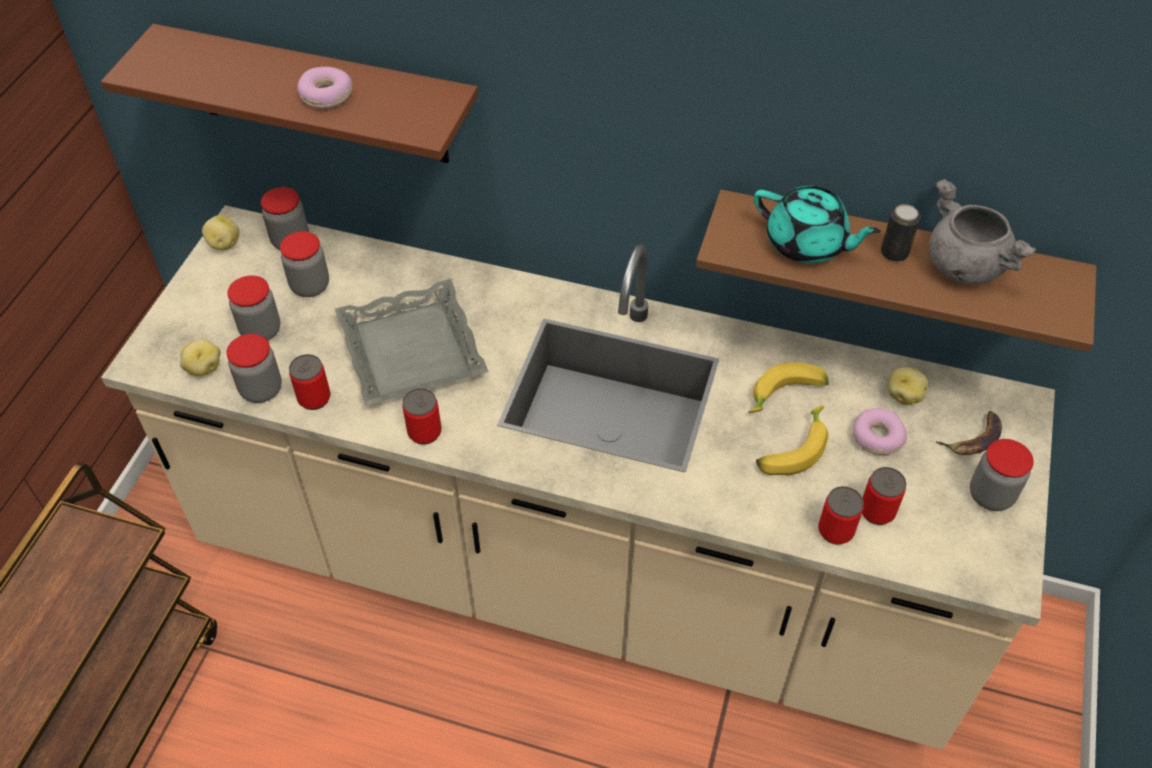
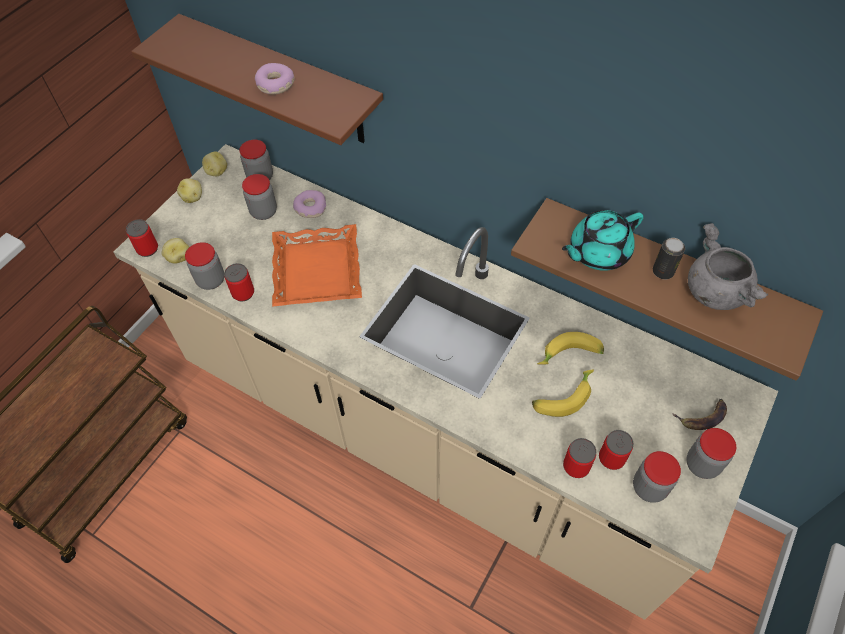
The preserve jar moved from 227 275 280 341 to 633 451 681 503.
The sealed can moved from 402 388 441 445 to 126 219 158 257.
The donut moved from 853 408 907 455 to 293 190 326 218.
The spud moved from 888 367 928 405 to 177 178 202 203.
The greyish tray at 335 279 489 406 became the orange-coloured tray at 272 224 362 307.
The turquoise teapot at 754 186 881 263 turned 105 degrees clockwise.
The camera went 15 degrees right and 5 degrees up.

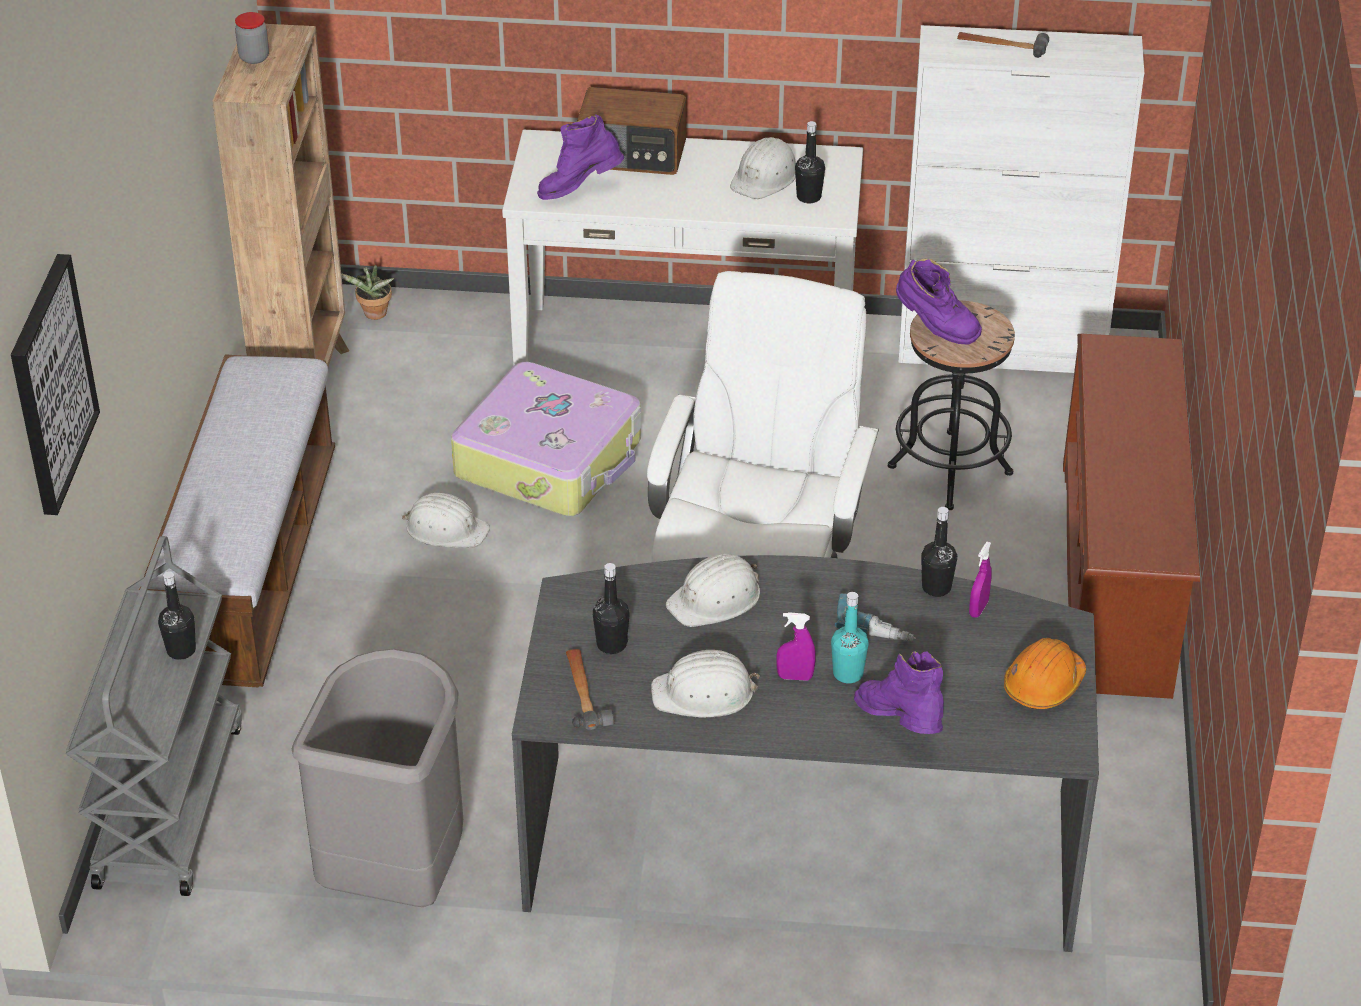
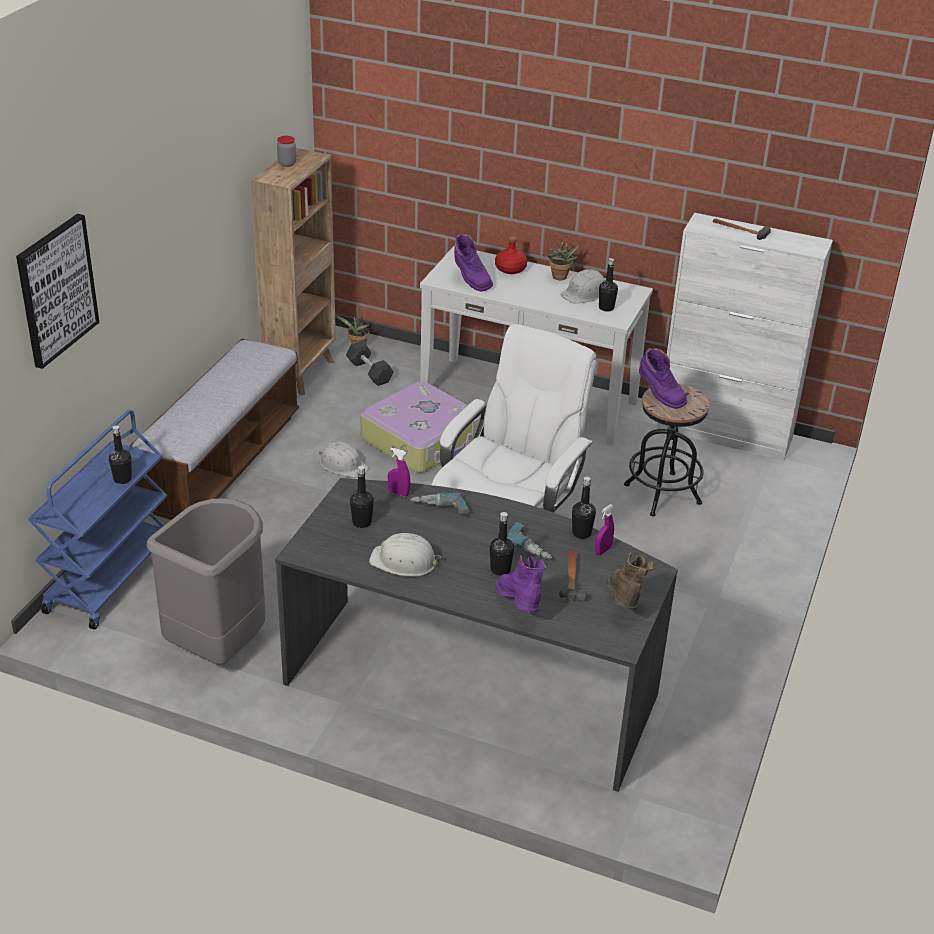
The brownish shoe rack at 1063 333 1200 699 disappeared.
The greyish dumbbell at 346 341 394 386 appeared.
The potted plant at 547 241 580 280 appeared.
The tool hammer moved from 566 649 614 730 to 559 551 587 601.
The purplish spray bottle moved from 776 612 816 681 to 388 448 410 496.
The radio at 577 87 686 175 was replaced by the red-coloured beverage bottle at 495 236 527 274.
The whitish work helmet at 666 553 760 627 was replaced by the drill at 410 493 469 516.
The orange-coloured work helmet at 1004 638 1086 710 was replaced by the brownish high-top boot at 607 553 654 610.
The greyish cart at 66 536 242 896 became the blue cart at 28 410 167 629.
The turquoise beverage bottle at 831 592 869 683 became the black beverage bottle at 490 512 514 576.
The purplish high-top boot at 537 114 624 200 turned 120 degrees counterclockwise.
The camera went 15 degrees right and 5 degrees down.

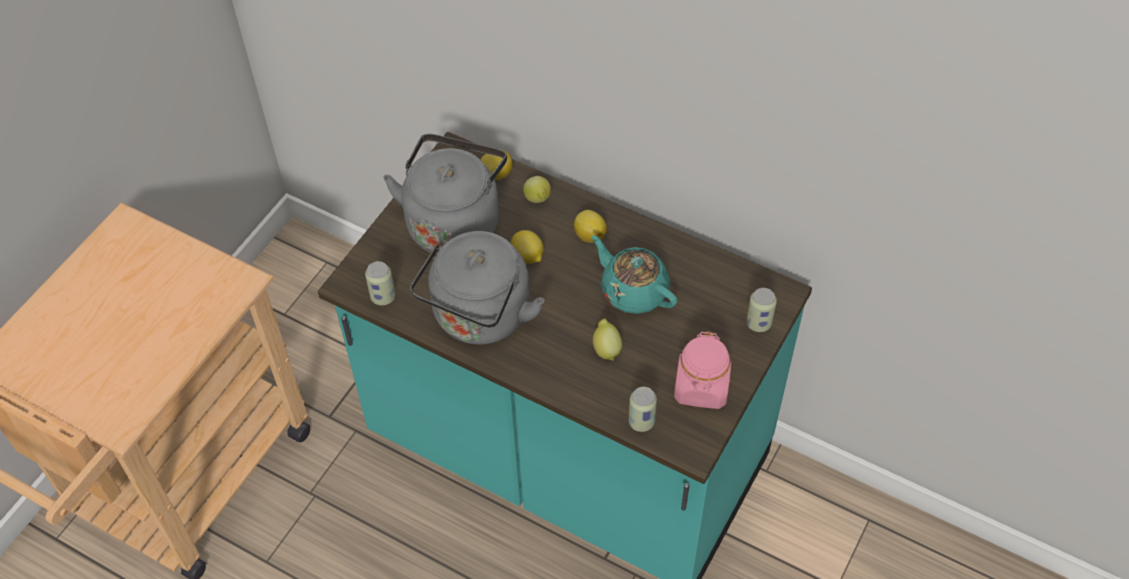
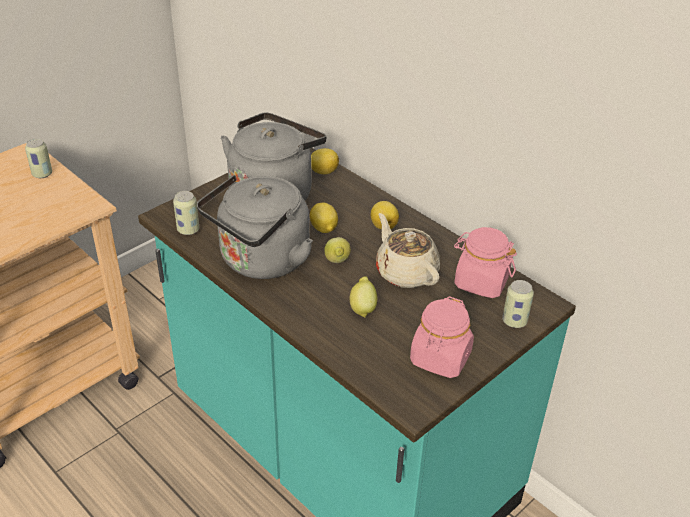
The pink-coloured preserve jar at 454 227 517 298 appeared.
The citrus fruit moved from 523 176 551 203 to 324 237 351 263.
The sealed can moved from 629 387 657 432 to 25 139 52 178.
The turquoise teapot at 592 235 678 314 became the sand-coloured teapot at 376 213 440 288.
The camera went 15 degrees right and 15 degrees down.

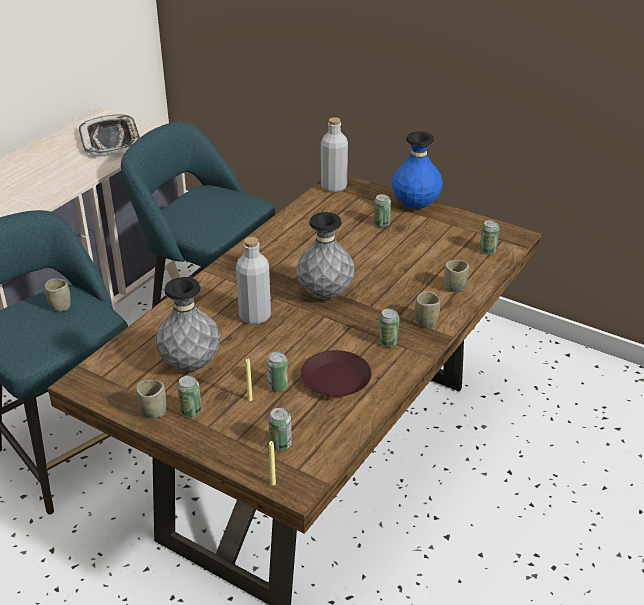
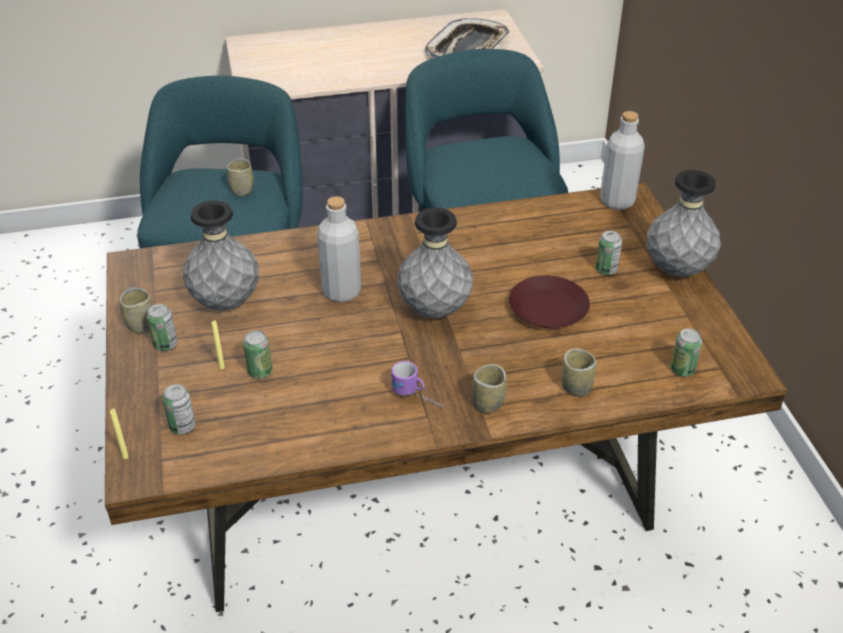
The brownish flat dish moved from 301 350 372 397 to 509 276 590 328.
The sealed can at 379 309 399 347 was replaced by the tea mug at 392 361 444 408.
The blue vase at 392 131 443 209 became the greyish vase at 647 170 721 277.
The camera went 45 degrees right and 5 degrees up.

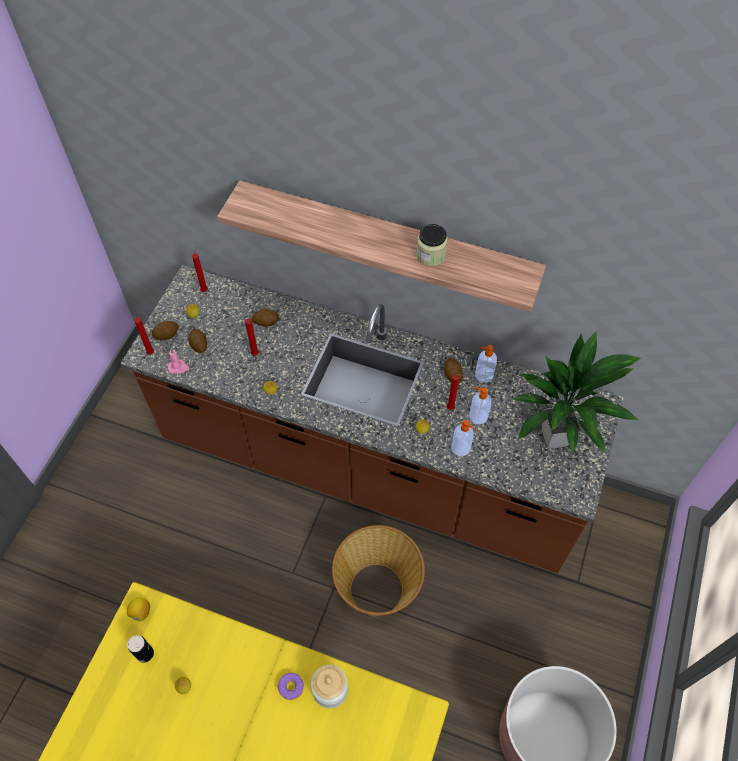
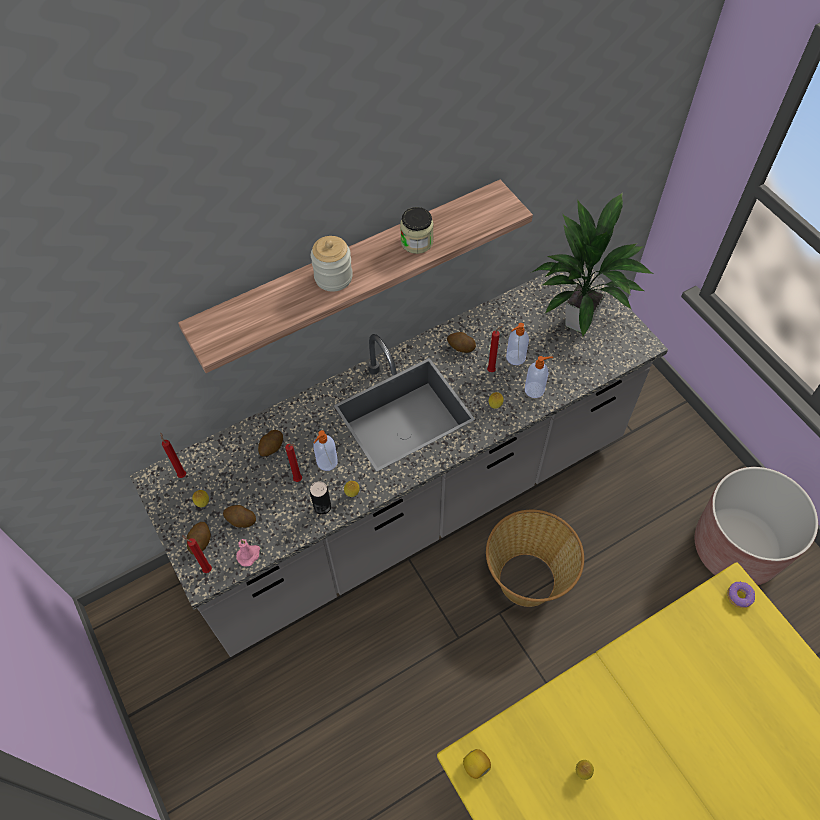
The sealed can moved from 127 635 154 663 to 310 481 331 515.
The donut moved from 278 673 304 700 to 727 582 755 608.
The preserve jar moved from 311 665 348 708 to 311 236 353 292.
The soap dispenser moved from 475 345 497 383 to 313 430 338 471.
The brownish counter at 120 265 624 573 became the greyish counter at 130 262 668 657.
The camera went 50 degrees left and 0 degrees up.

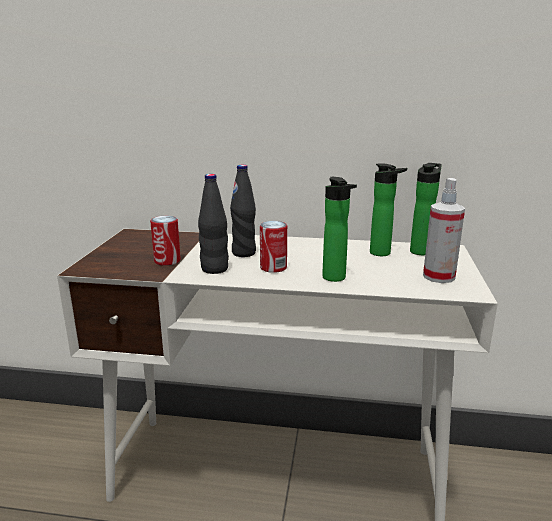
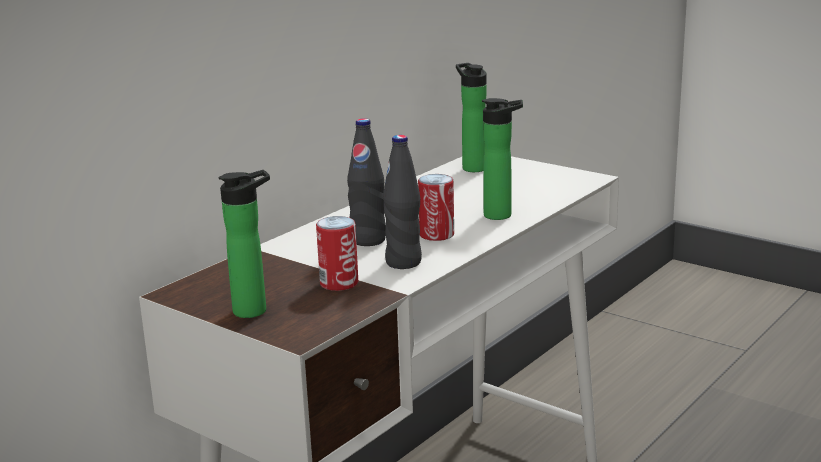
The spray bottle at 423 178 465 283 disappeared.
The beverage bottle moved from 370 164 407 256 to 218 170 270 318.
The camera went 60 degrees left and 0 degrees up.

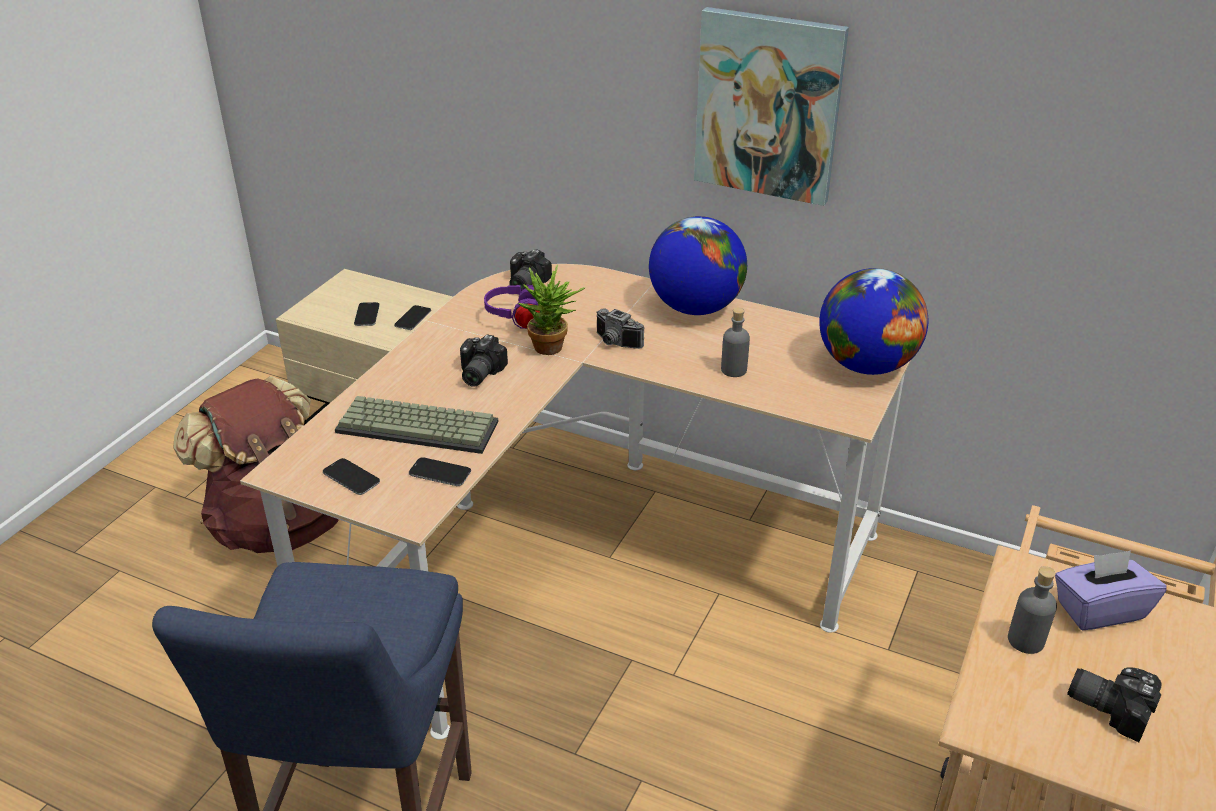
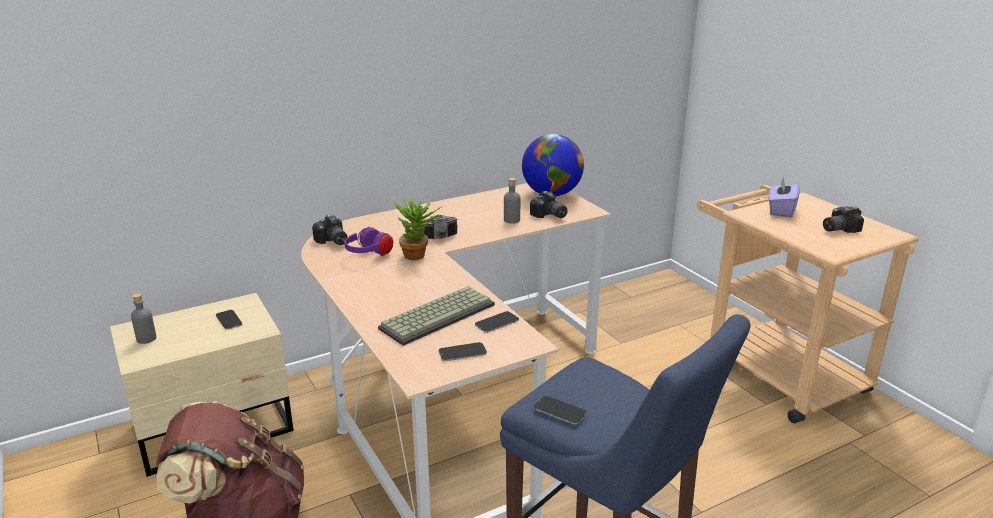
The globe at 649 216 747 315 disappeared.
The wall picture at 694 7 849 206 disappeared.
The handset moved from 354 302 380 326 to 533 396 587 424.
The photo camera moved from 460 334 508 387 to 530 191 568 218.
The greyish beverage bottle moved from 1008 566 1057 654 to 131 293 156 344.
The camera went 55 degrees left and 10 degrees down.

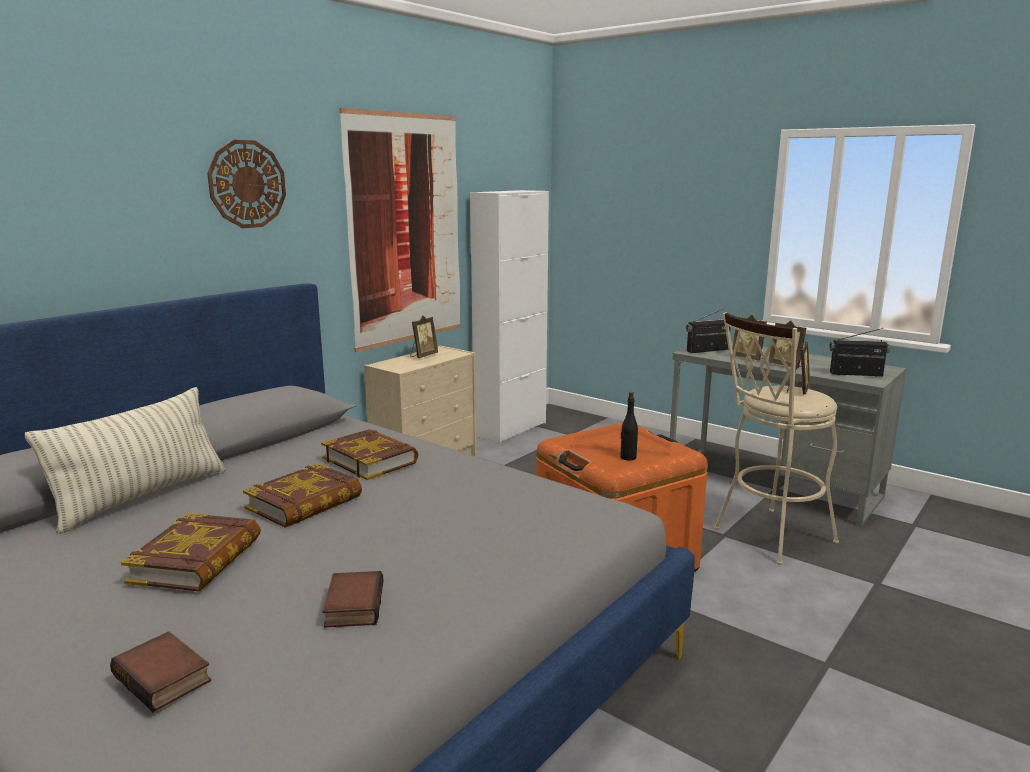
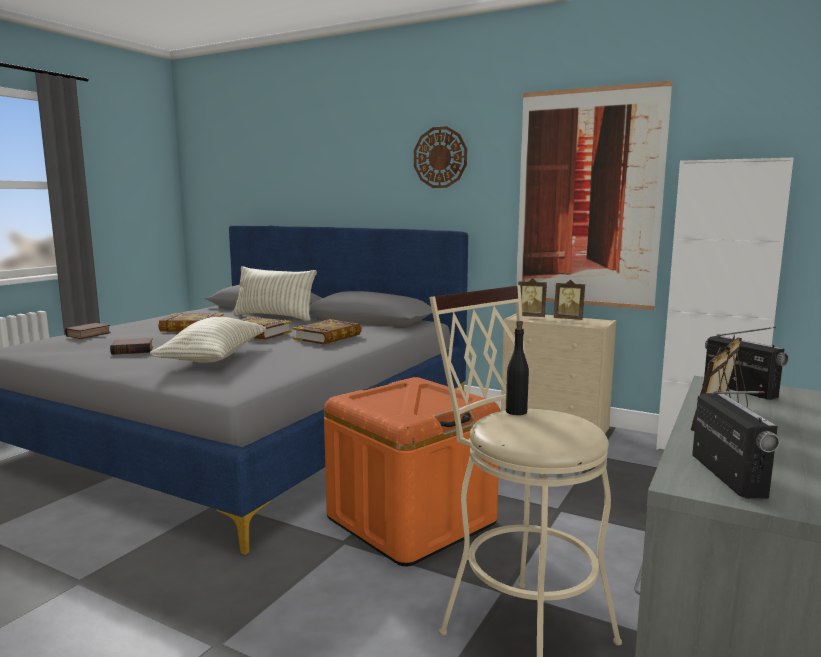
The throw pillow at 150 317 266 363 appeared.
The black beverage bottle moved from 620 392 638 461 to 506 321 529 415.
The picture frame moved from 787 341 810 394 to 518 278 547 317.
The camera went 80 degrees right and 5 degrees down.

